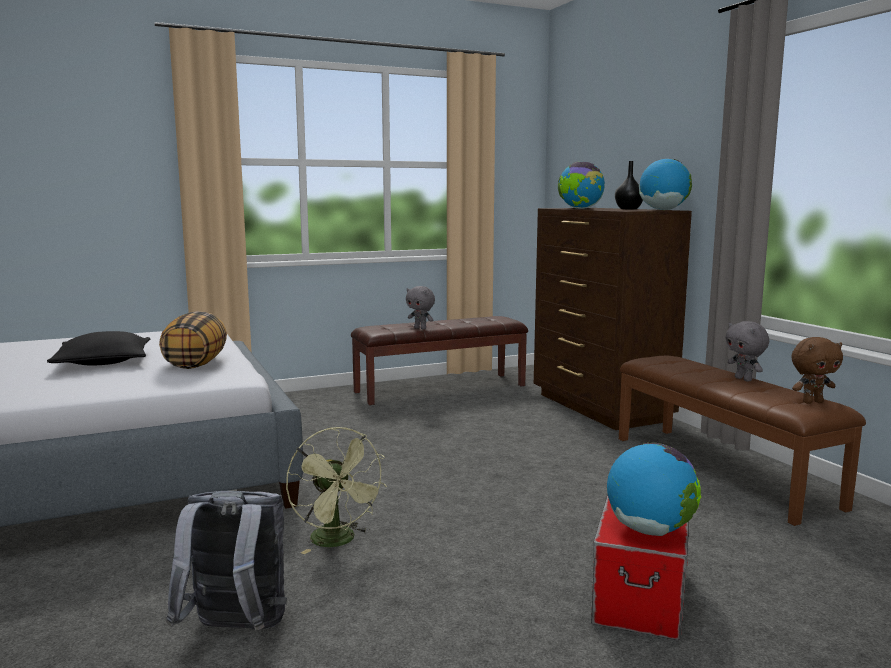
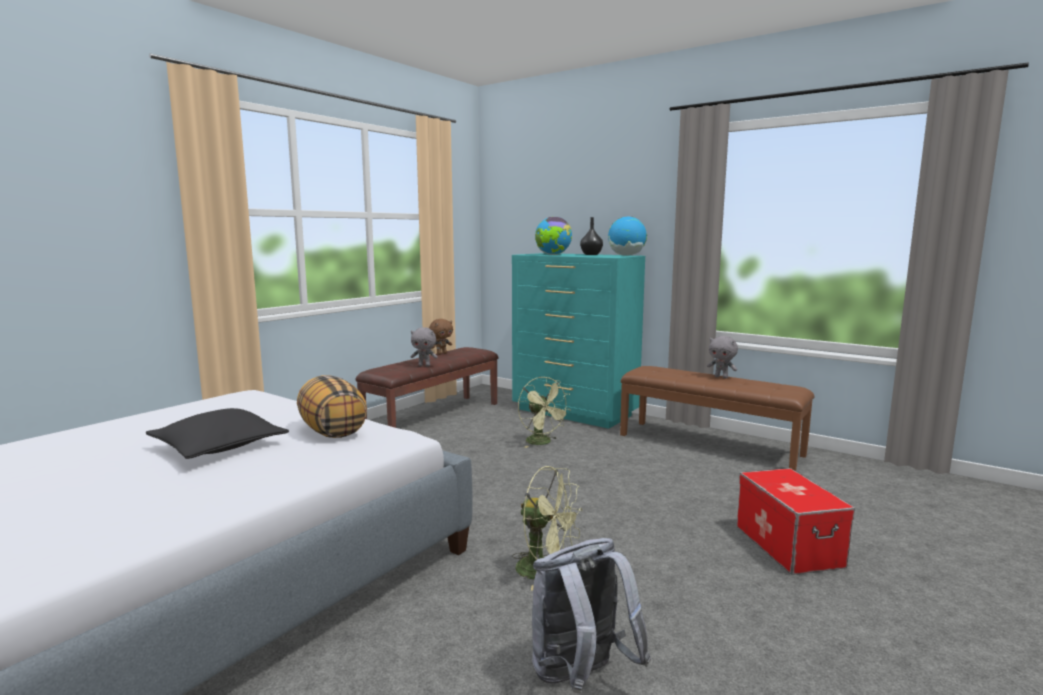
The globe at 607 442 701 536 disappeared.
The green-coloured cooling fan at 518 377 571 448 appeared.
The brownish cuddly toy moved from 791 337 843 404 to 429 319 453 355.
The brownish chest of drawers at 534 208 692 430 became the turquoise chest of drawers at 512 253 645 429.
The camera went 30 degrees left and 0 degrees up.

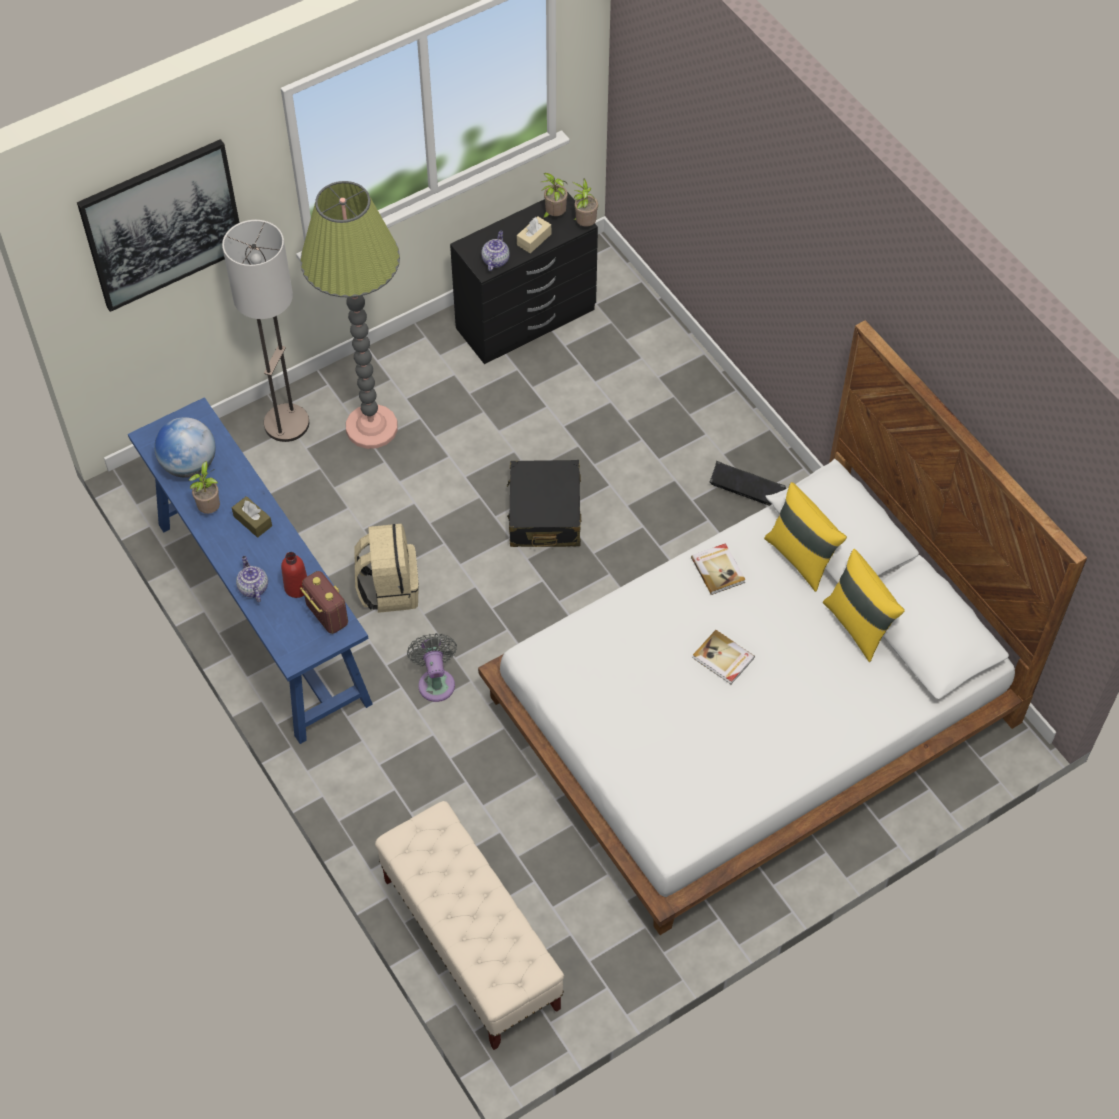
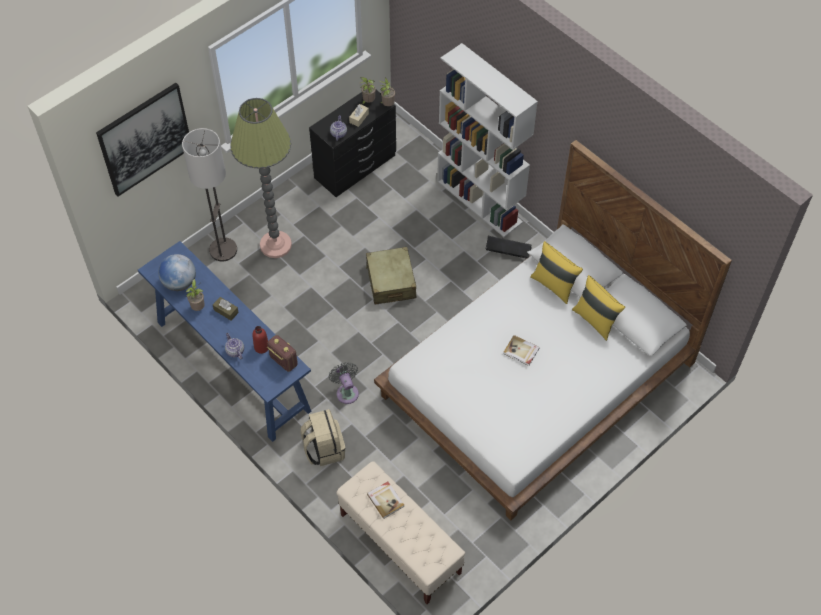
The whitish bookcase at 437 43 538 237 appeared.
The sand-coloured knapsack moved from 354 524 419 613 to 301 409 345 466.
The volume moved from 691 543 746 595 to 367 482 404 519.
The black piece of luggage at 507 460 581 547 became the sand-coloured piece of luggage at 366 247 416 304.
The camera went 10 degrees left and 0 degrees up.

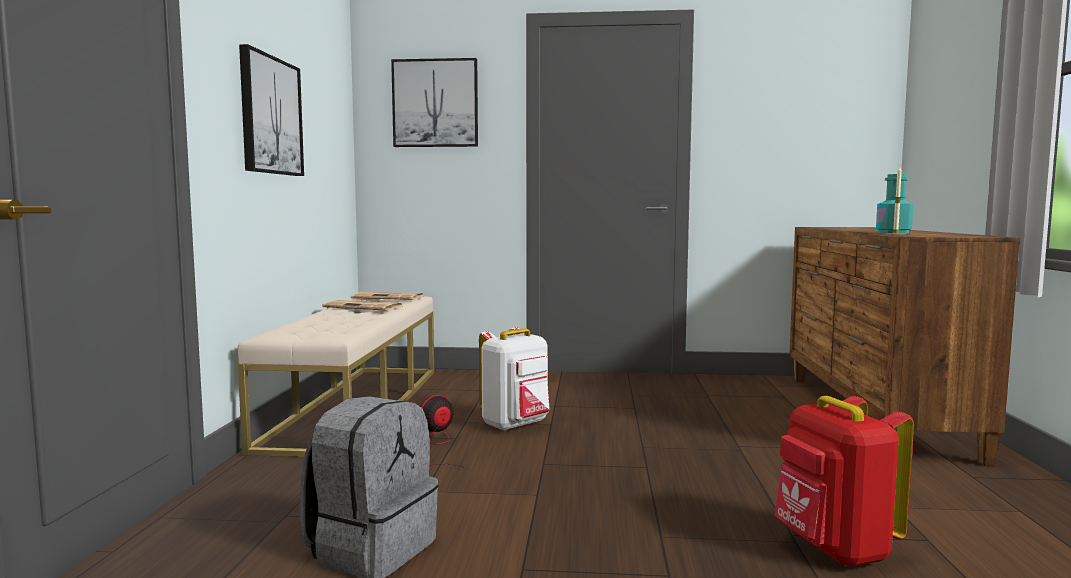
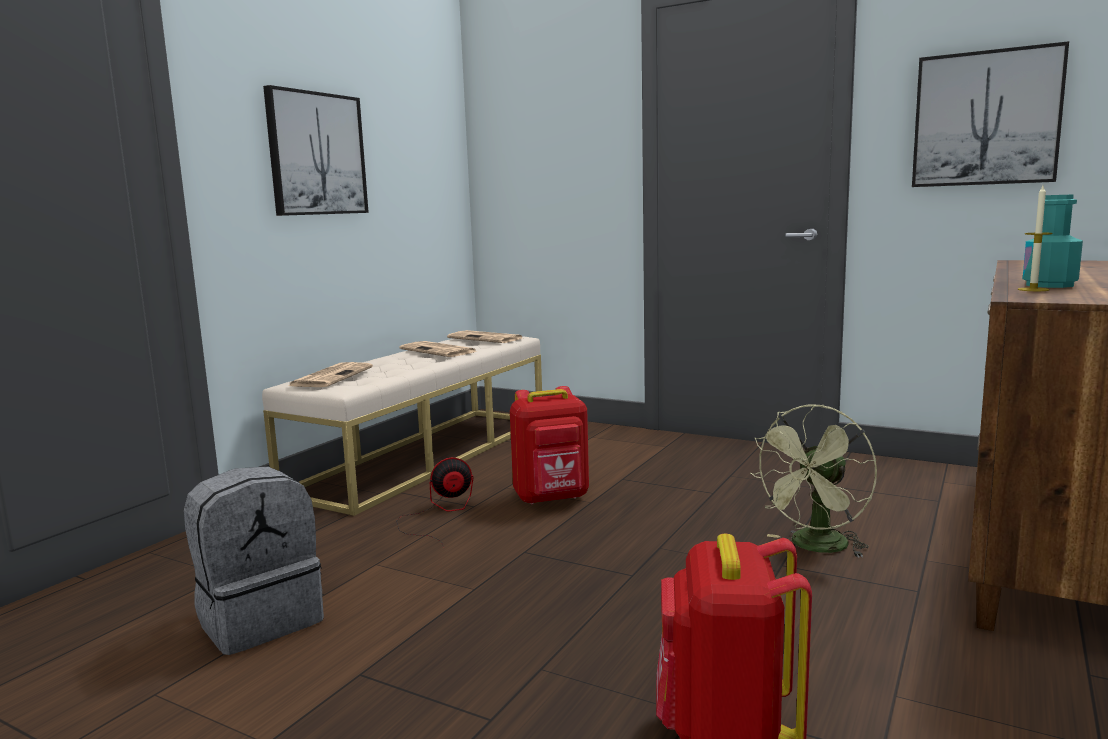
The printed paper at 288 362 373 387 appeared.
The green-coloured cooling fan at 750 404 877 558 appeared.
The wall picture moved from 391 58 478 147 to 912 41 1069 187.
The whitish knapsack at 479 327 550 431 became the red-coloured knapsack at 510 386 589 504.
The camera went 25 degrees right and 5 degrees up.

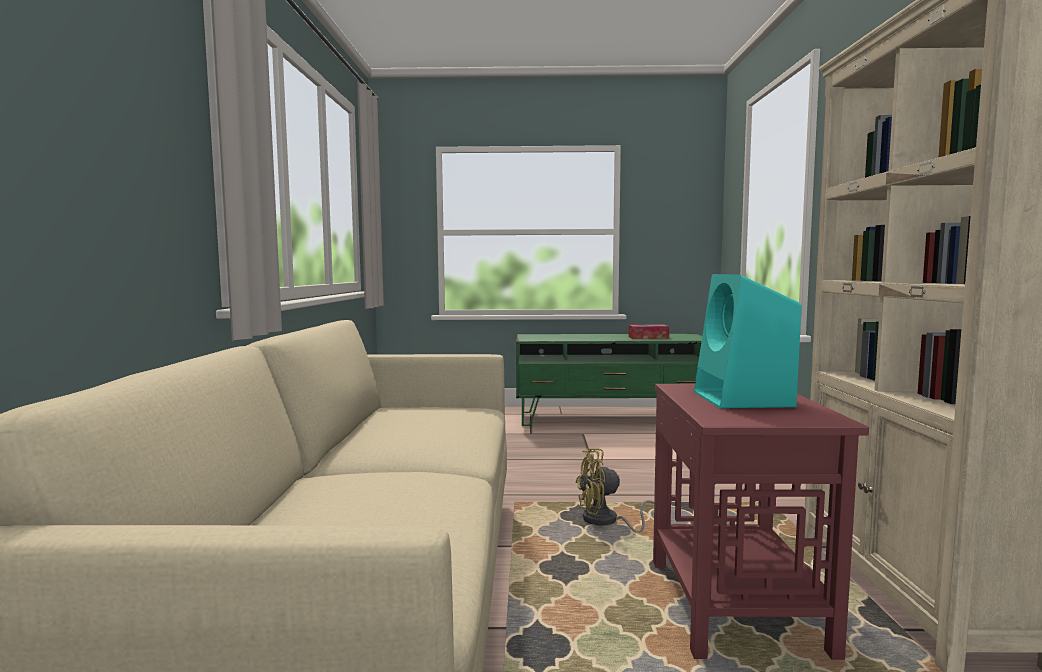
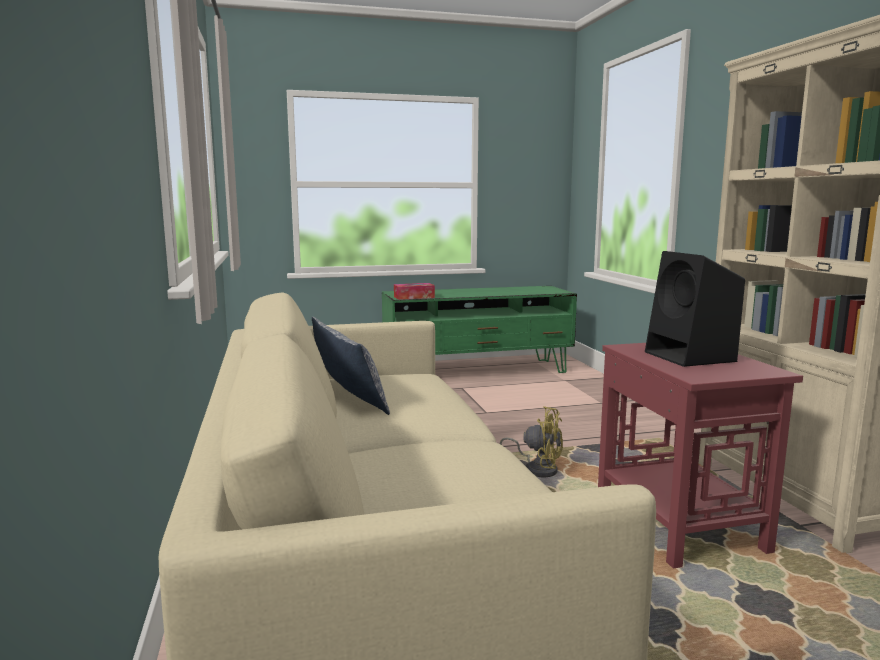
The throw pillow at 312 317 390 415 appeared.
The tissue box moved from 628 324 669 339 to 394 283 435 300.
The turquoise speaker at 694 274 802 408 became the black speaker at 645 251 745 367.
The yellowish cooling fan at 576 448 654 533 turned 135 degrees counterclockwise.
The camera went 15 degrees left and 5 degrees up.

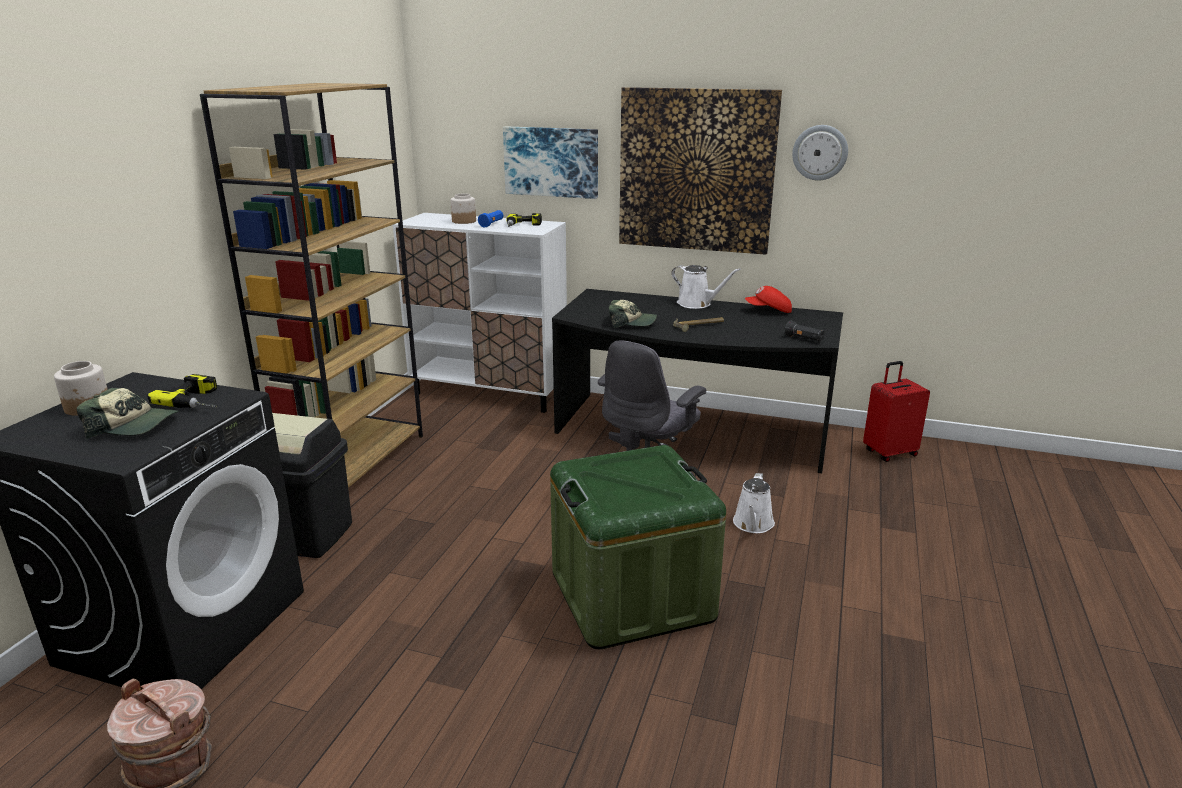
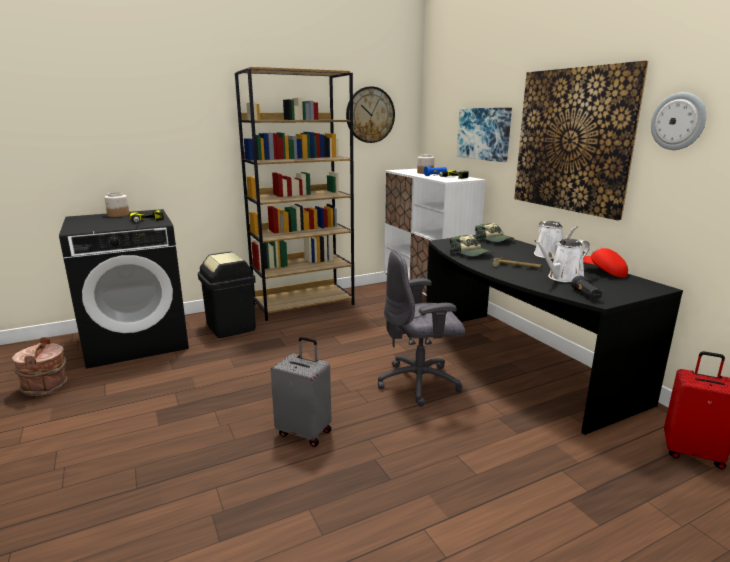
The wall clock at 346 86 395 143 appeared.
The cap moved from 77 388 179 439 to 475 223 515 242.
The whitish watering can moved from 733 473 775 533 to 534 239 590 282.
The green-coloured storage container at 550 445 726 649 was replaced by the greyish piece of luggage at 271 337 331 447.
The camera went 45 degrees right and 5 degrees down.

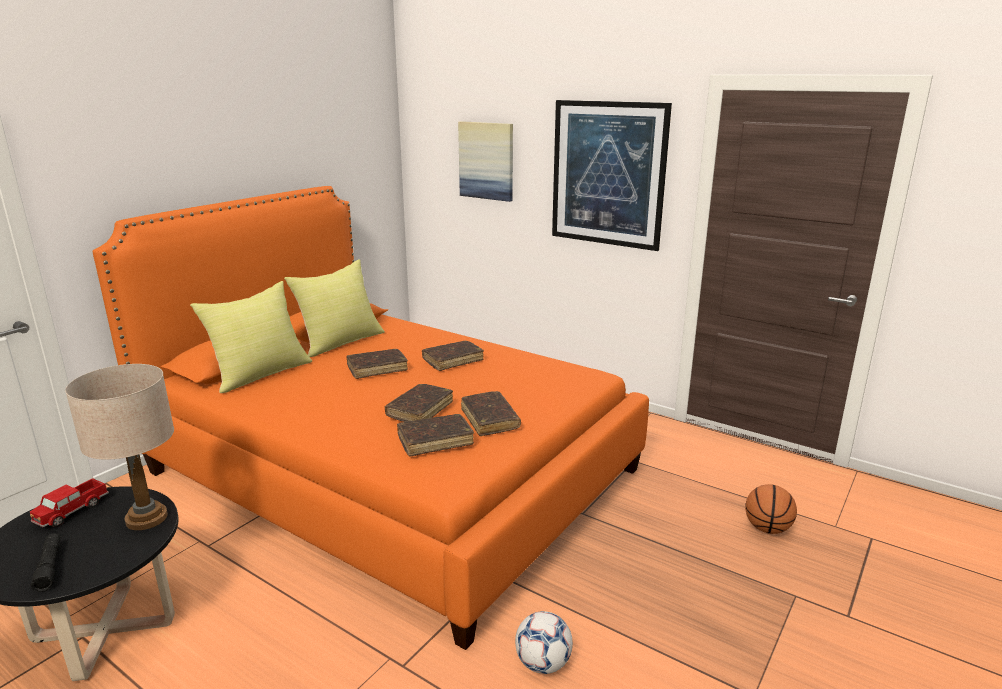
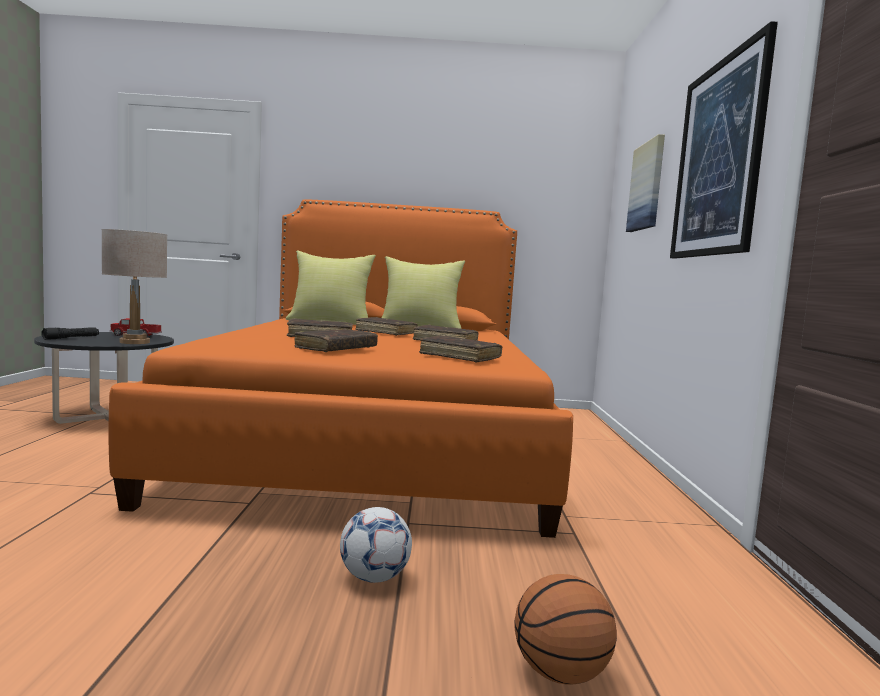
The brownish volume moved from 397 414 474 457 to 419 335 502 363.
The football ball moved from 515 611 573 674 to 340 507 412 583.
The camera went 55 degrees right and 15 degrees down.

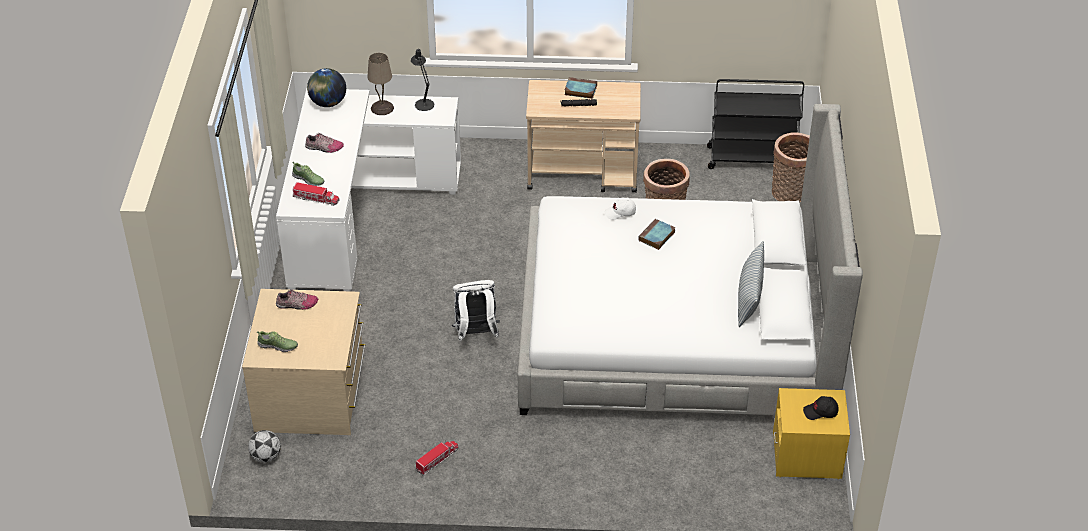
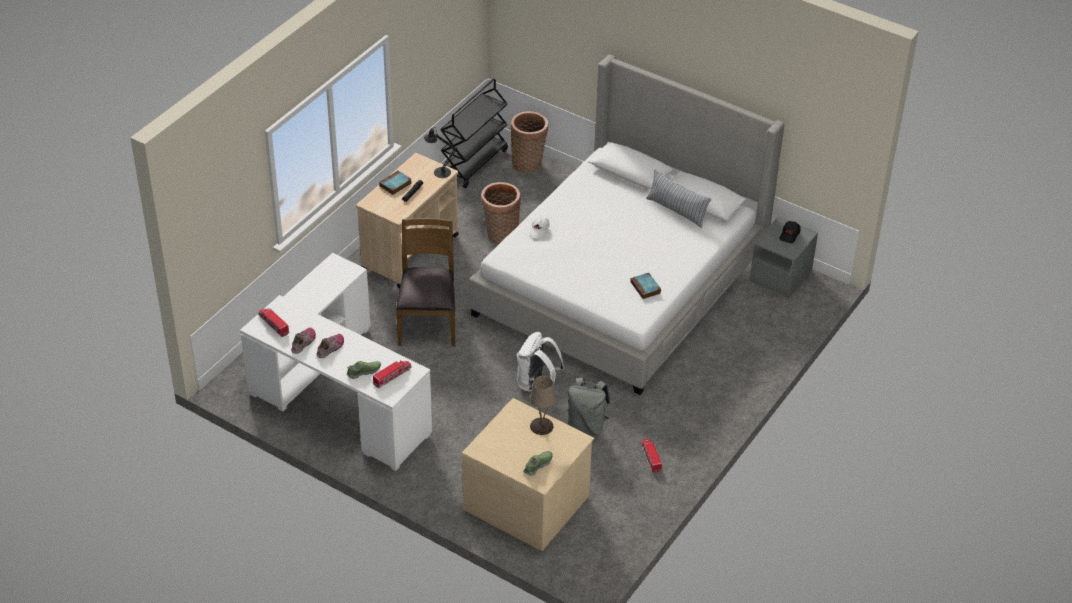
The football ball at 248 430 281 462 disappeared.
The brownish plain chair at 396 218 455 347 appeared.
The greyish knapsack at 567 377 610 436 appeared.
The item of footwear moved from 276 289 318 310 to 291 328 316 354.
The sand-coloured table lamp moved from 368 53 394 115 to 530 376 555 435.
The black table lamp moved from 411 49 434 111 to 424 127 457 178.
The volume moved from 638 219 675 250 to 630 273 661 299.
The globe at 307 68 346 107 was replaced by the model truck at 258 308 289 337.
The yellowish night table at 773 388 850 479 became the greyish night table at 750 216 818 298.
The camera went 60 degrees left and 0 degrees up.

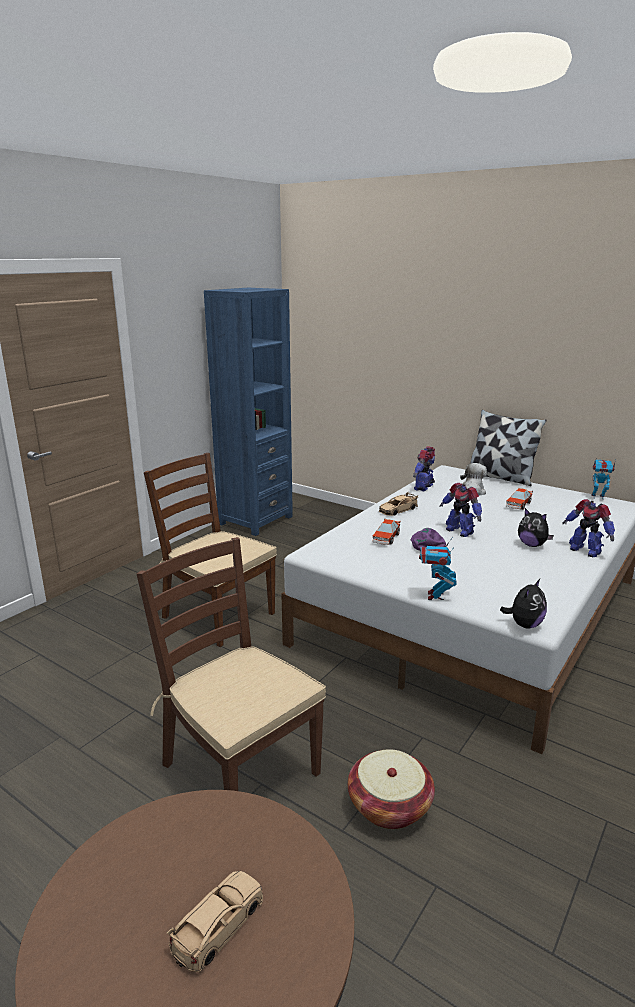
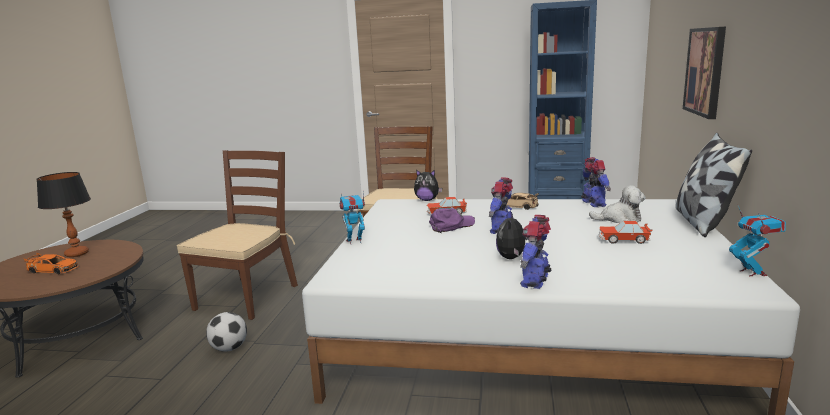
The table lamp at 36 172 91 257 appeared.
The wall picture at 683 27 726 119 appeared.
The cuddly toy moved from 500 579 547 629 to 414 170 442 201.
The basket at 348 749 435 829 was replaced by the football ball at 206 312 247 352.
The sand-coloured toy car at 166 871 263 972 became the orange-coloured toy car at 24 253 78 274.
The robot figure at 413 447 435 491 turned 75 degrees clockwise.
The camera went 65 degrees right and 5 degrees down.

